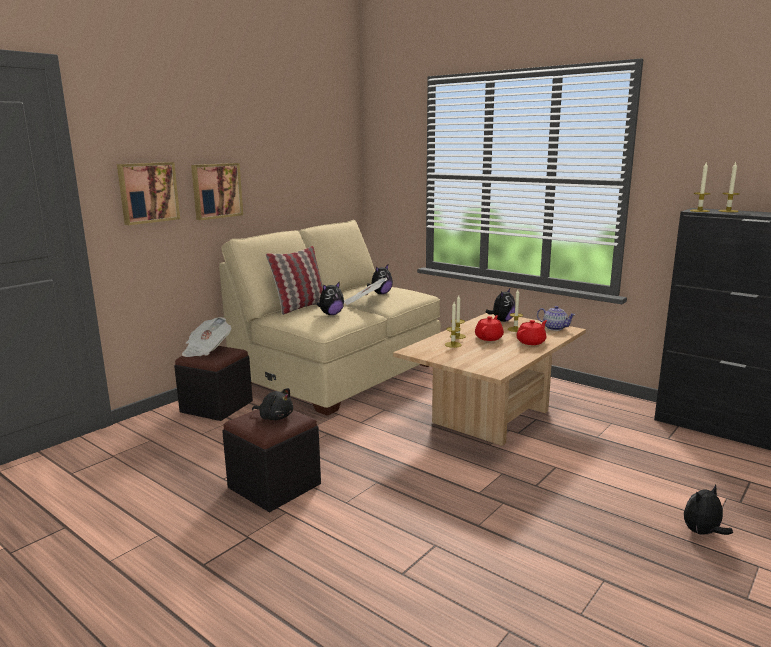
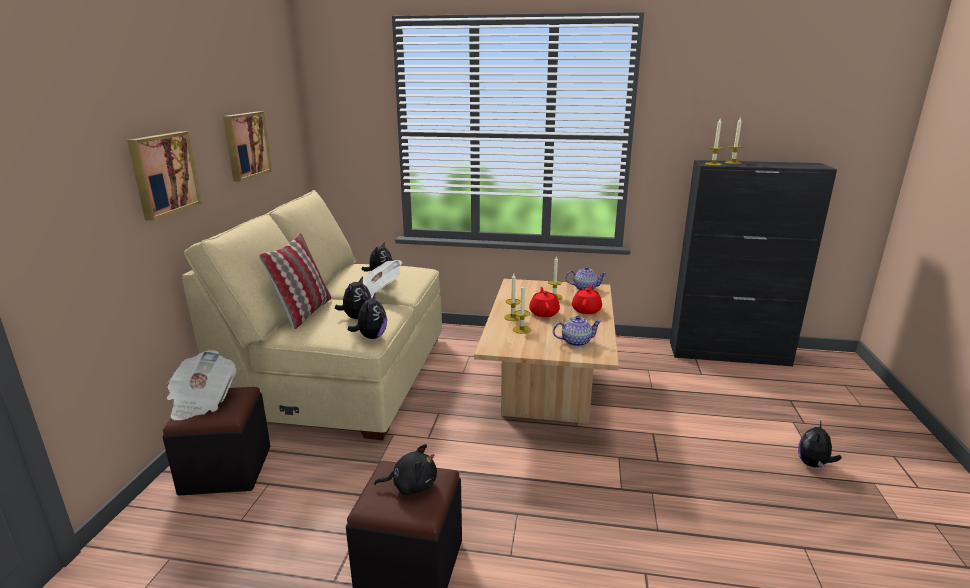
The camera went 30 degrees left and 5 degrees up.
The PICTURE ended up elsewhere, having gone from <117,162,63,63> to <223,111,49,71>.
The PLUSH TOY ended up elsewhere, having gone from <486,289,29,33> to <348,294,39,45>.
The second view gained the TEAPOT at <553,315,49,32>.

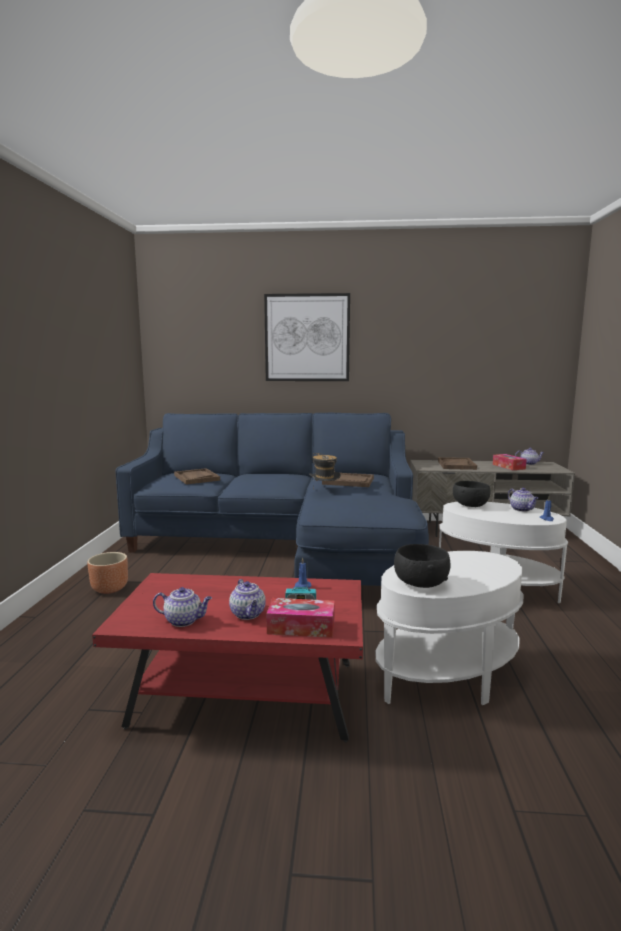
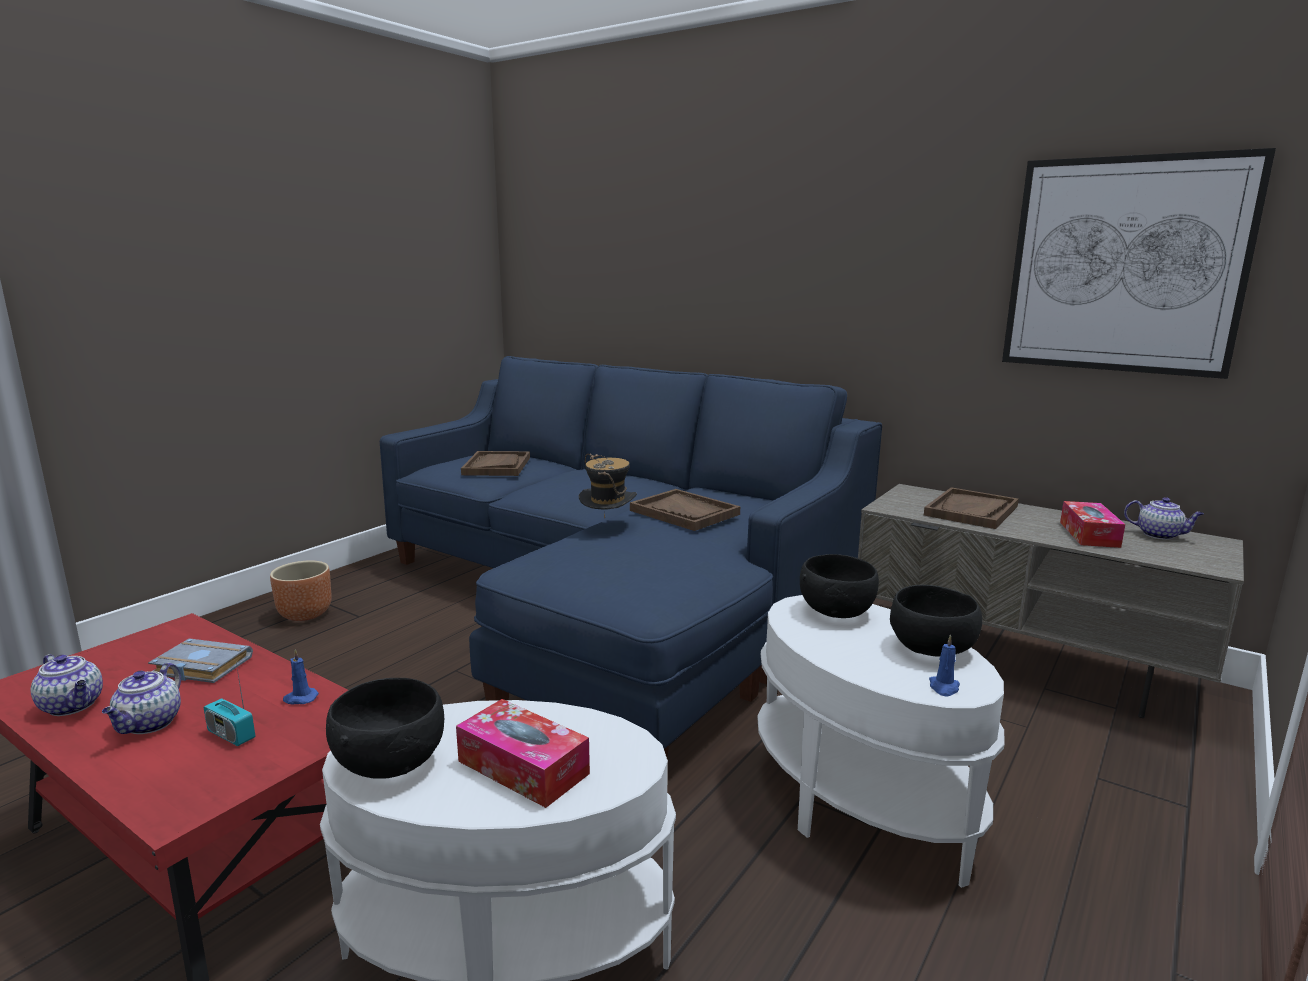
The camera went 30 degrees right and 5 degrees up.
The PICTURE ended up elsewhere, having gone from <264,293,86,88> to <1002,148,274,231>.
Where the TEAPOT stood at <508,488,31,24>, the BLACK BOWL came to stand at <890,585,92,72>.
The TISSUE BOX ended up elsewhere, having gone from <266,598,69,40> to <456,699,134,109>.
The second view gained the GREY BOOK at <148,638,105,45>.

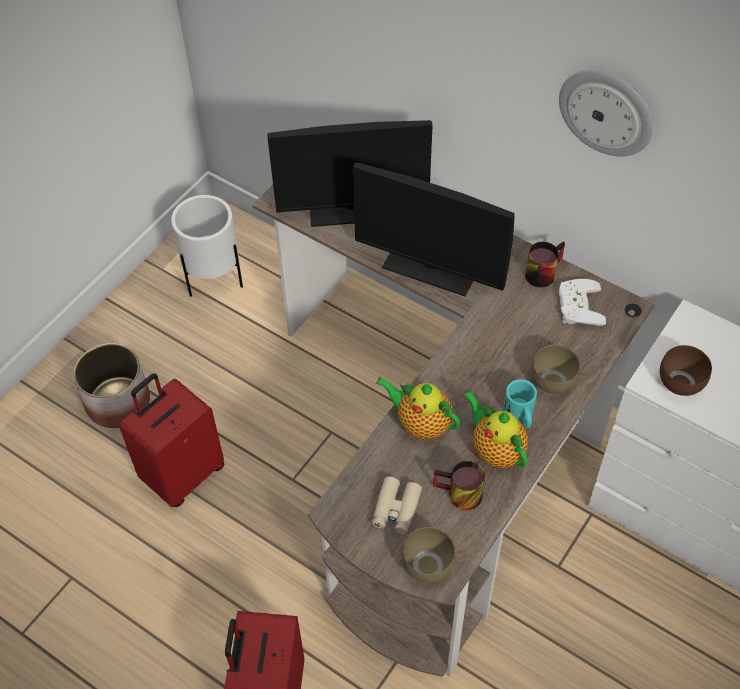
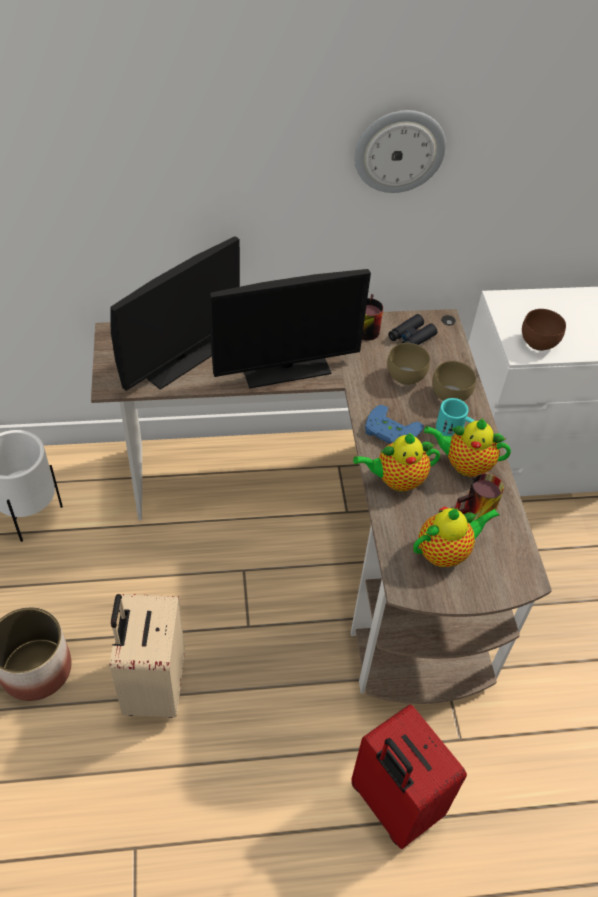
The camera went 45 degrees left and 5 degrees down.
Where the WHITE GAME CONTROLLER stood at <559,279,47,47>, the BLACK BINOCULARS came to stand at <388,314,49,31>.
What was the RED SUITCASE at <119,373,106,134> turned into the BEIGE SUITCASE at <110,594,75,124>.
Where the BEIGE BINOCULARS stood at <372,477,50,57>, the TEAPOT came to stand at <413,507,87,60>.
The BROWN BOWL ended up elsewhere, having gone from <402,527,53,56> to <387,343,43,42>.
The second view gained the BLUE GAME CONTROLLER at <365,405,59,39>.

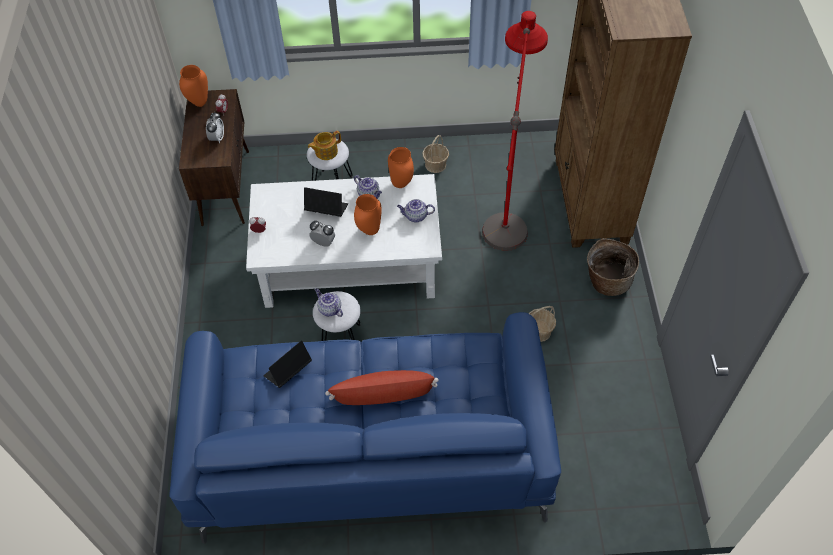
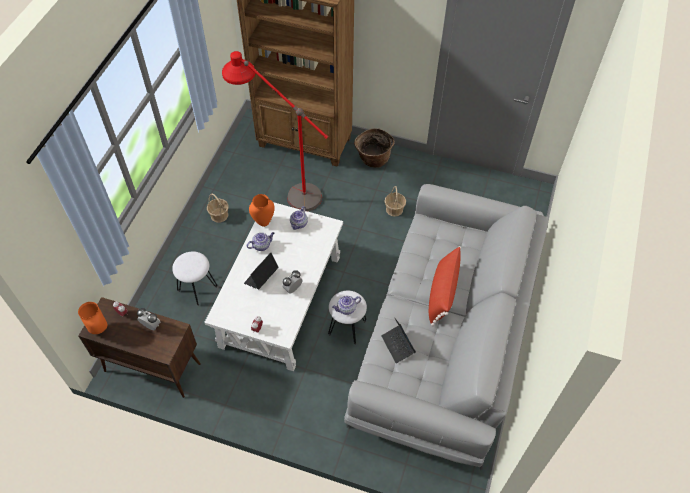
The camera went 70 degrees left and 0 degrees up.
The second view lost the TEAPOT at <308,131,33,29>.
The second view lost the ORANGE VASE at <354,194,28,41>.
What was the BLUE SOFA at <169,312,392,232> turned into the GREY SOFA at <344,184,205,286>.

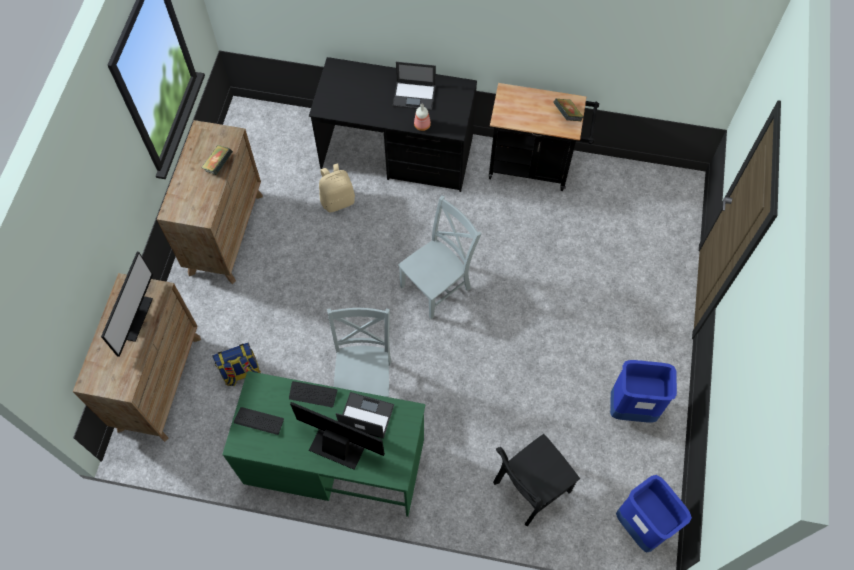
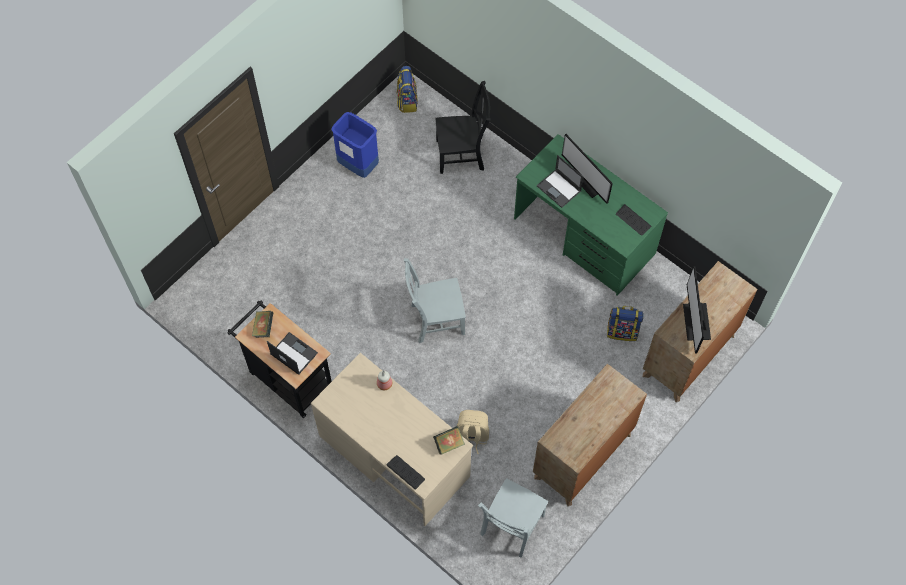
The camera went 150 degrees left and 0 degrees up.
What was the BLACK DESK at <309,57,168,135> turned into the BEIGE DESK at <311,353,162,173>.
The LAPTOP ended up elsewhere, having gone from <393,62,43,49> to <267,332,51,43>.
The BOOK ended up elsewhere, having gone from <202,145,31,30> to <433,426,32,29>.
The MONITOR at <101,252,52,105> ended up facing another way, 45 degrees counterclockwise from before.
The GREY CHAIR ended up elsewhere, having gone from <327,308,64,89> to <478,478,71,80>.
The KEYBOARD ended up elsewhere, having gone from <289,381,48,26> to <386,455,39,35>.
Where the BLUE TRASH CAN stood at <616,475,76,77>, the BACKPACK came to stand at <397,66,21,47>.

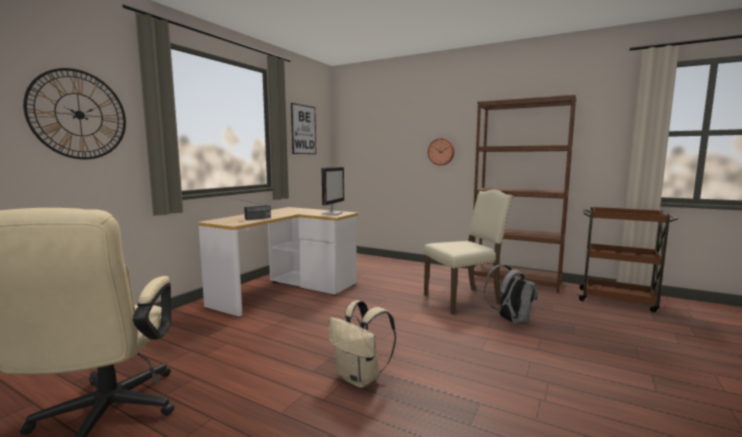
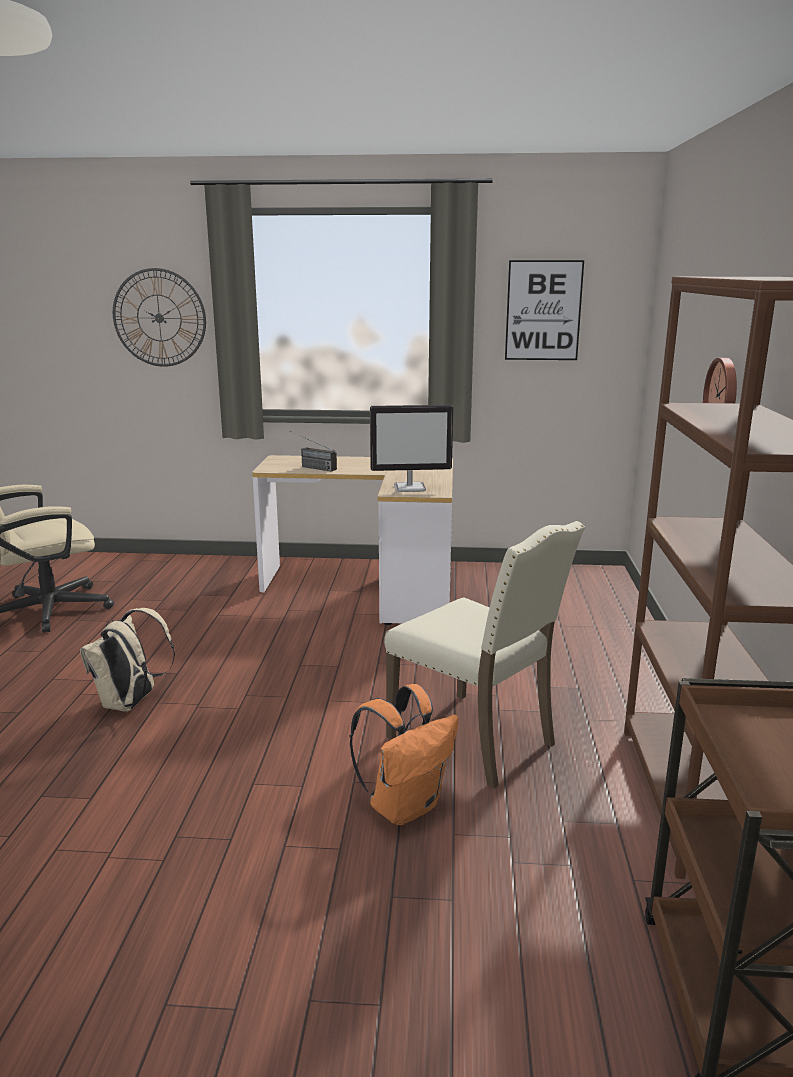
The camera went 65 degrees right and 10 degrees up.
What was the GREY BACKPACK at <484,264,53,60> turned into the ORANGE BACKPACK at <350,684,109,141>.

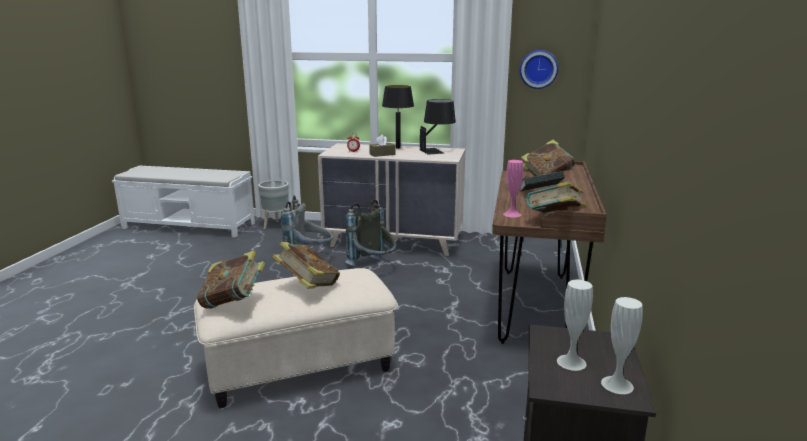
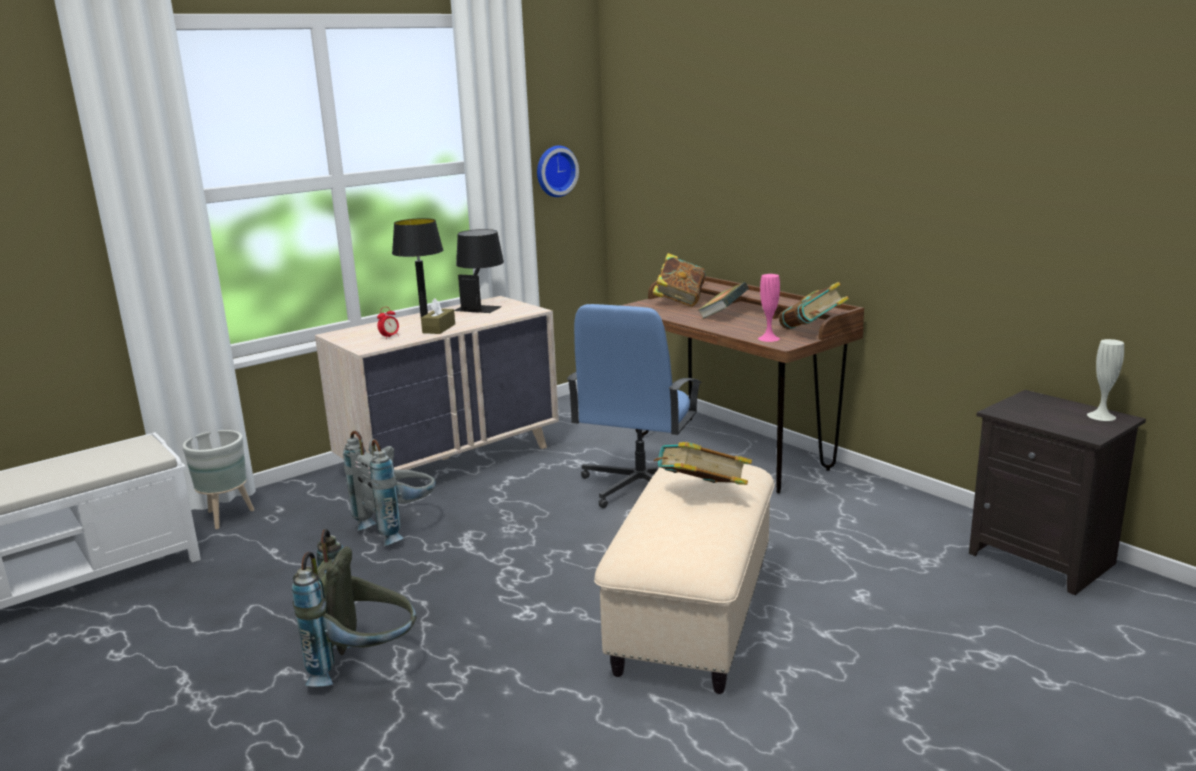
The camera went 50 degrees left and 0 degrees up.
The GREY BACKPACK ended up elsewhere, having gone from <345,199,52,67> to <292,529,124,158>.
The second view lost the BOOK at <197,251,68,58>.
The second view lost the WHITE VASE at <557,280,36,91>.
The second view gained the BLUE OFFICE CHAIR at <567,304,135,204>.

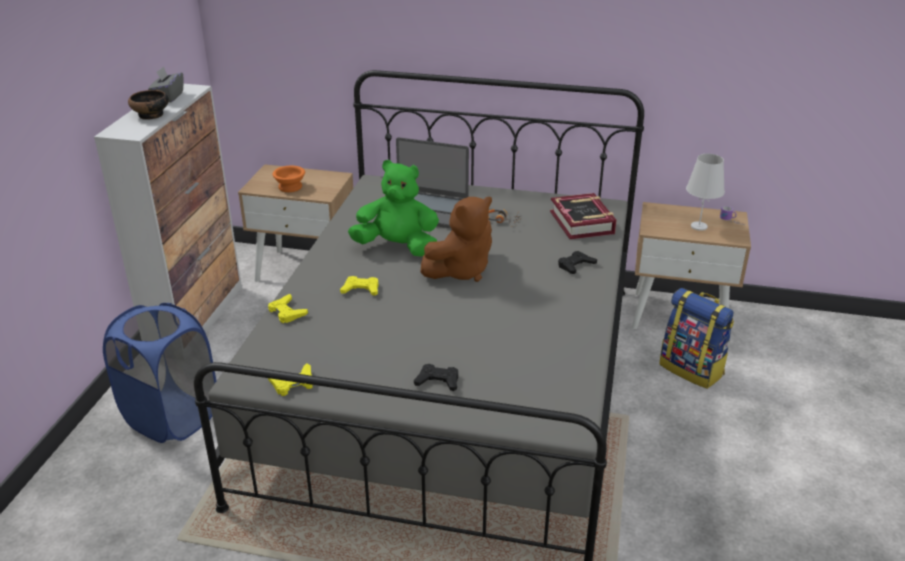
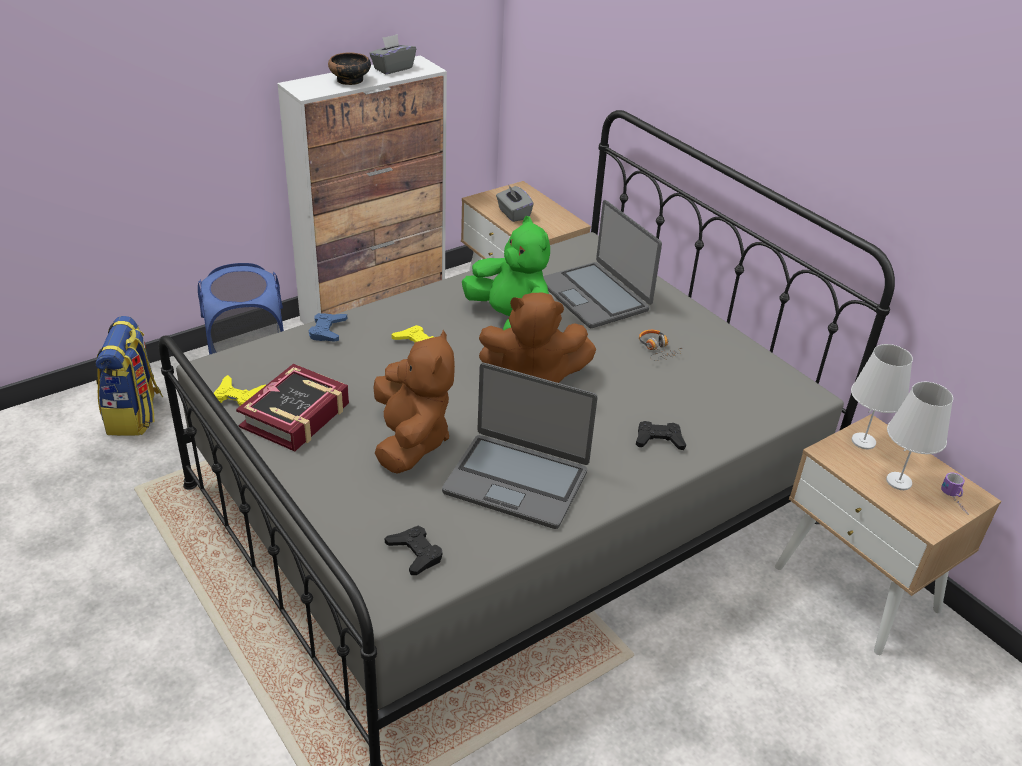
The camera went 40 degrees right and 5 degrees up.
Where the ORANGE BOWL stood at <272,165,33,27>, the GREY TISSUE BOX came to stand at <496,184,38,38>.
The BOOK ended up elsewhere, having gone from <550,193,67,47> to <236,364,113,88>.
The BACKPACK ended up elsewhere, having gone from <659,288,75,101> to <96,316,67,120>.
What was the YELLOW GAME CONTROLLER at <268,294,40,29> turned into the BLUE GAME CONTROLLER at <309,313,38,29>.
The BLACK GAME CONTROLLER ended up elsewhere, having gone from <414,364,44,27> to <385,526,58,49>.
The second view gained the BROWN PLUSH TOY at <373,330,82,144>.
The second view gained the WHITE TABLE LAMP at <851,344,62,106>.
The second view gained the LAPTOP at <442,363,155,166>.

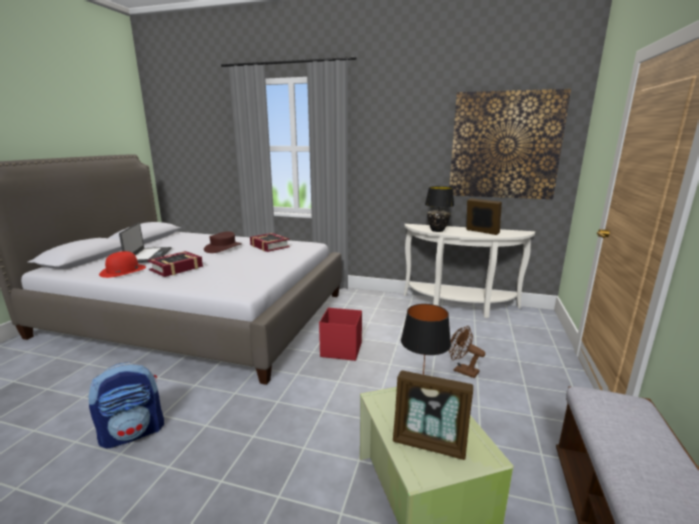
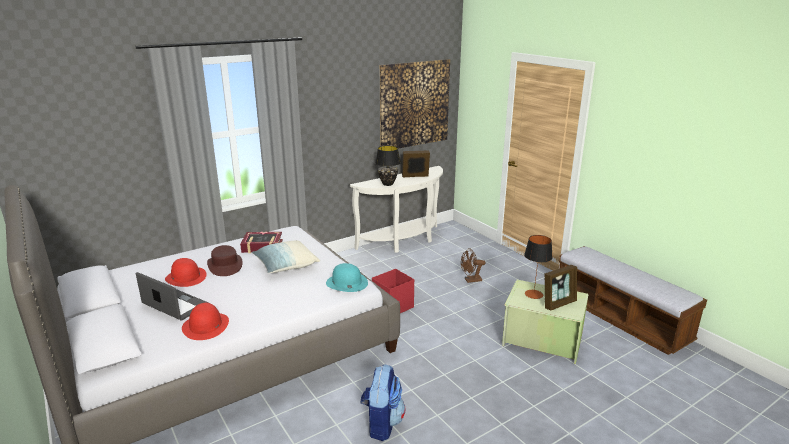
The camera went 50 degrees left and 5 degrees up.
The second view lost the BOOK at <147,251,56,26>.
The second view gained the PILLOW at <252,241,68,33>.
The second view gained the RED HAT at <165,258,42,29>.
The second view gained the TURQUOISE HAT at <326,263,42,29>.

